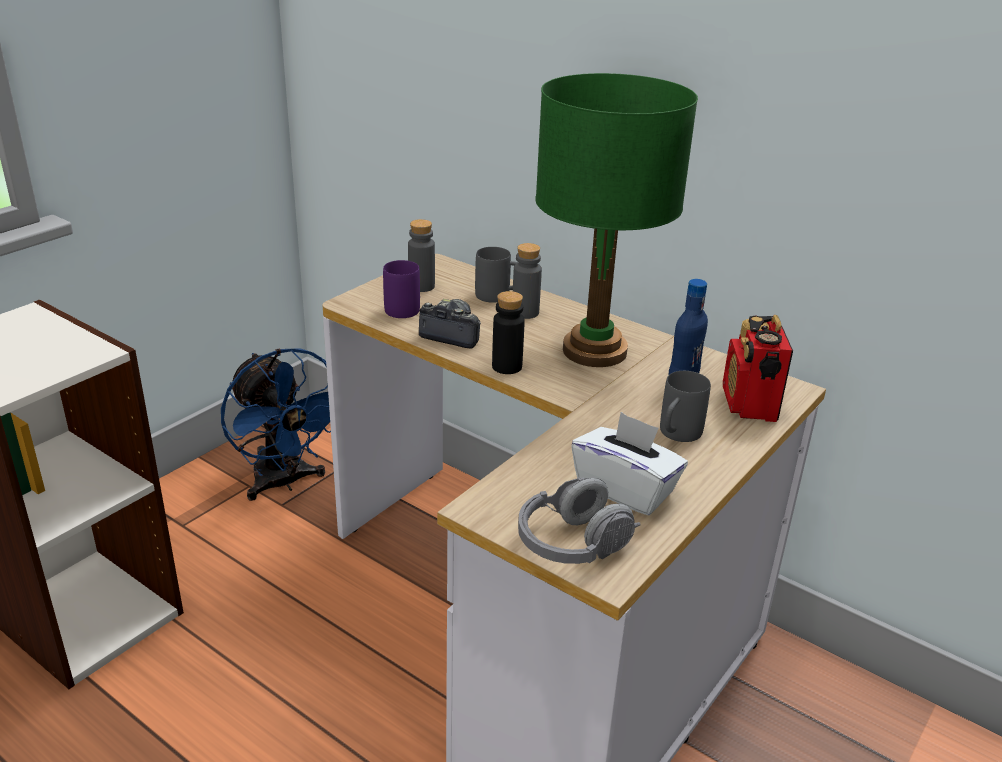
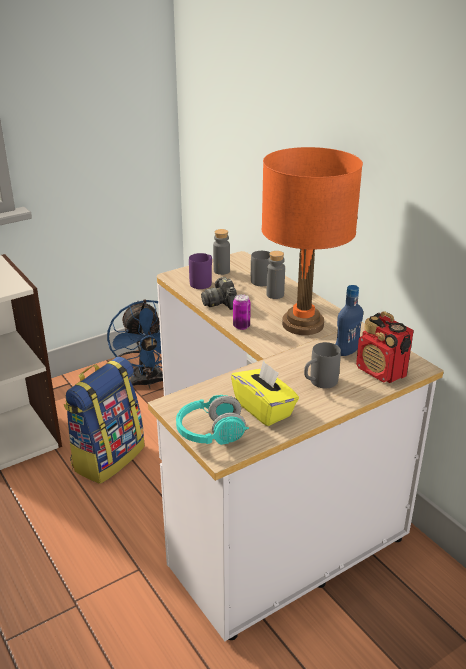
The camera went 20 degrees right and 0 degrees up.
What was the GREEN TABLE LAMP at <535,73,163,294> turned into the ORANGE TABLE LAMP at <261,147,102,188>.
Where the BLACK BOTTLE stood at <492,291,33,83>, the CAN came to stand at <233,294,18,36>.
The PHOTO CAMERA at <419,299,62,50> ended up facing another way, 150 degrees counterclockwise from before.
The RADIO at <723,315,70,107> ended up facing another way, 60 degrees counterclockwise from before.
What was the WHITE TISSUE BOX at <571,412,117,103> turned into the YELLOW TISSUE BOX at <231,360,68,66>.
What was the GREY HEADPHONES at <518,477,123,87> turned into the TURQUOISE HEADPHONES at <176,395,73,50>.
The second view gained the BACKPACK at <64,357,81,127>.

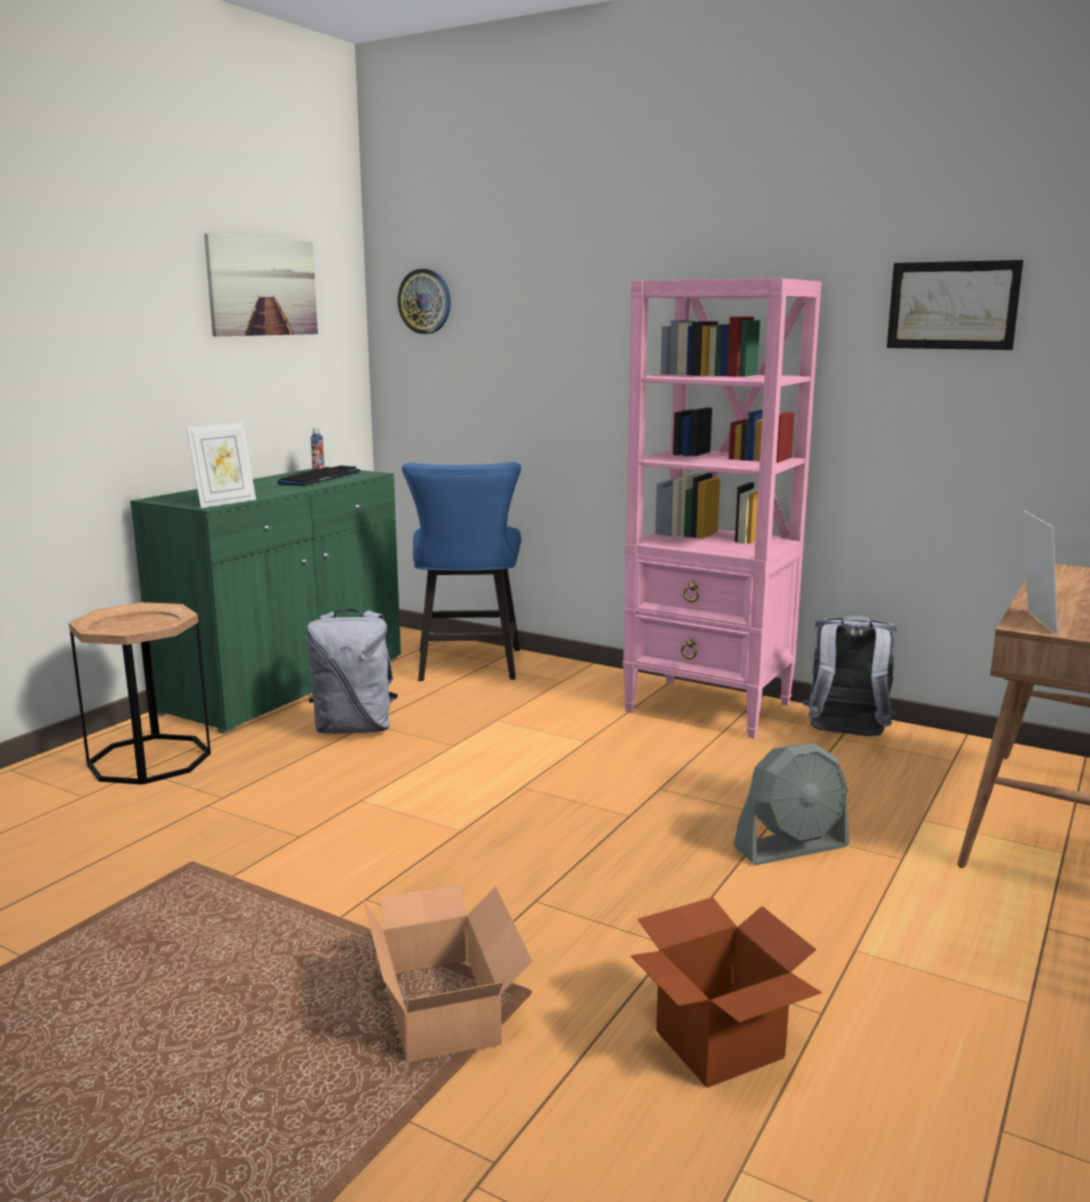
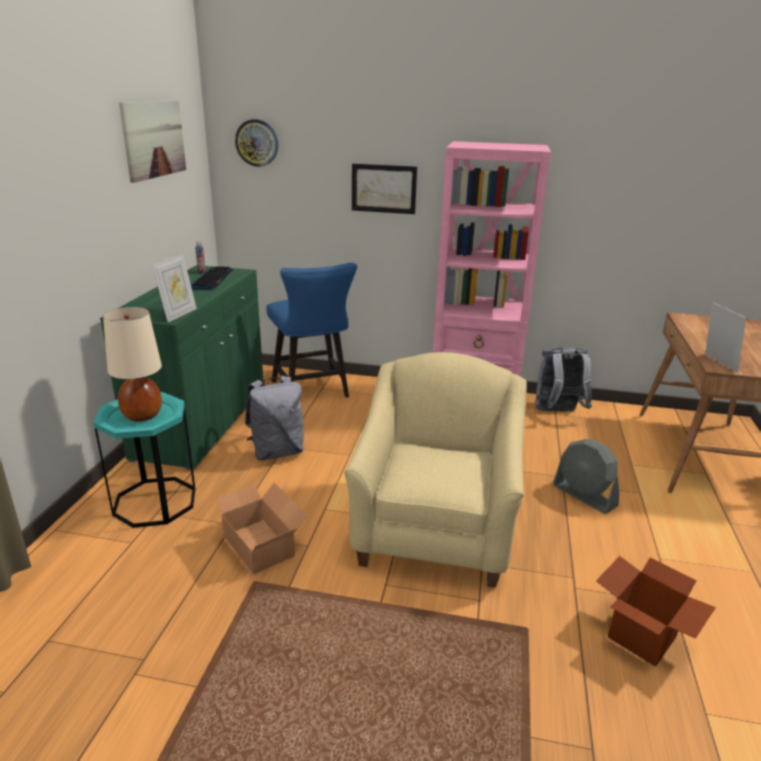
The camera went 20 degrees left and 10 degrees up.
The PICTURE ended up elsewhere, having gone from <887,260,136,90> to <352,164,65,50>.
What was the BROWN SIDE TABLE at <69,602,142,183> turned into the TURQUOISE SIDE TABLE at <93,392,103,136>.
The GREY FAN at <733,743,117,122> ended up facing another way, 90 degrees clockwise from before.
The CARDBOARD BOX ended up elsewhere, having gone from <363,885,170,178> to <213,482,94,92>.
The second view gained the BEIGE TABLE LAMP at <103,307,59,114>.
The second view gained the BEIGE ARMCHAIR at <344,352,183,236>.

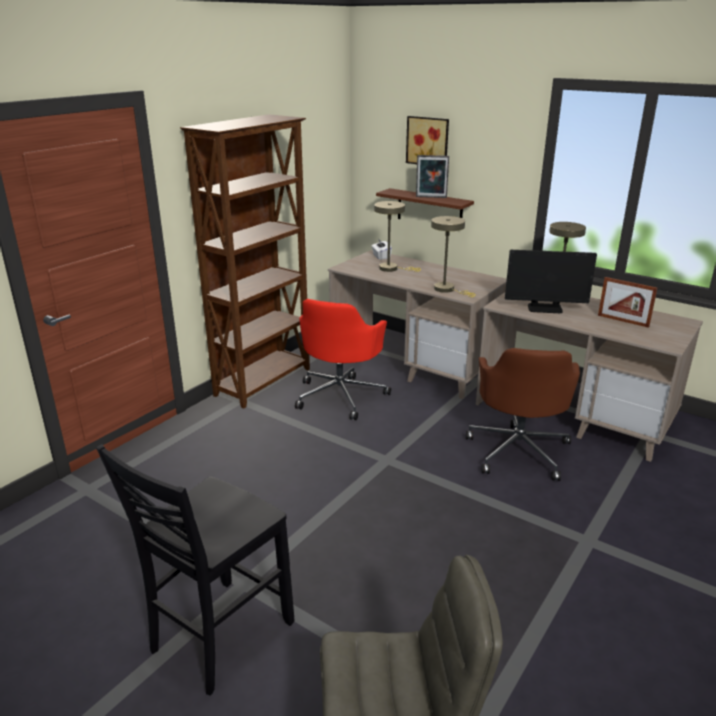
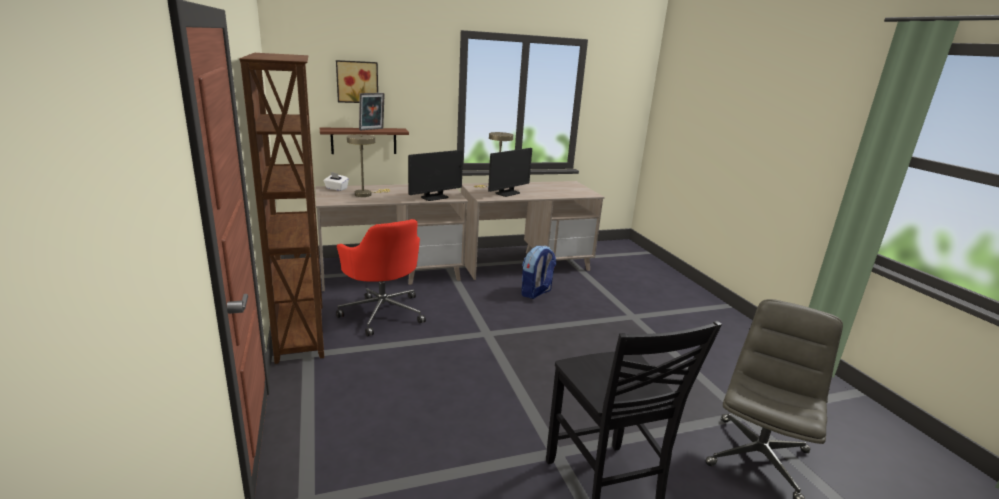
The camera went 55 degrees left and 5 degrees down.
Where the BEIGE TABLE LAMP stood at <431,216,45,81>, the MONITOR came to stand at <408,150,55,51>.
The second view lost the PICTURE FRAME at <598,277,59,51>.
Where the BROWN OFFICE CHAIR stood at <466,348,114,133>, the BACKPACK came to stand at <521,246,35,53>.

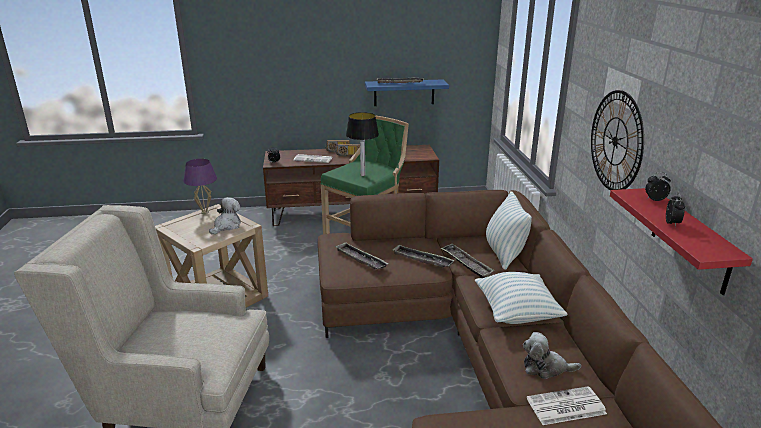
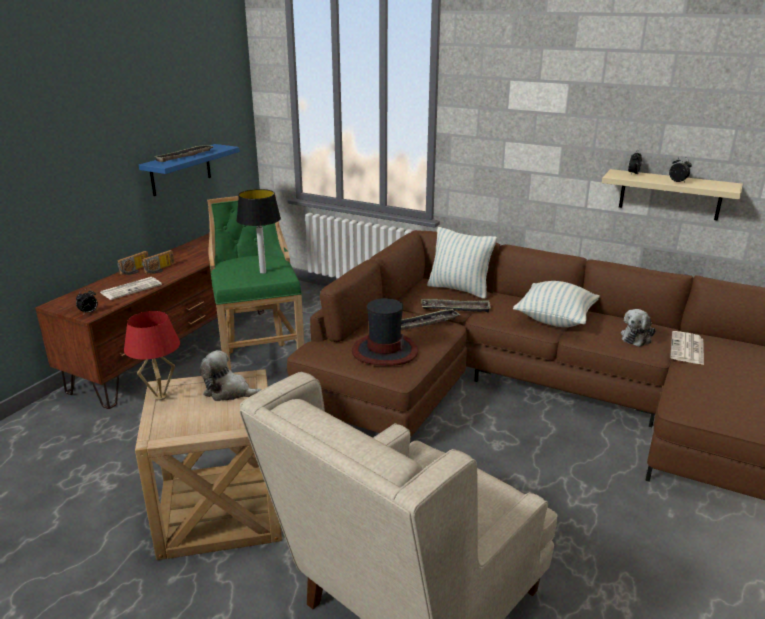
The camera went 55 degrees left and 0 degrees up.
The second view lost the WALL CLOCK at <591,90,53,100>.
What was the PURPLE TABLE LAMP at <183,159,34,55> turned into the RED TABLE LAMP at <124,311,56,89>.
What was the RED SHELF at <610,188,143,107> turned into the BEIGE SHELF at <602,169,141,51>.
The PLUSH TOY at <209,197,32,38> ended up facing another way, 45 degrees counterclockwise from before.
Where the TRAY stood at <335,242,53,27>, the HAT came to stand at <352,298,66,68>.

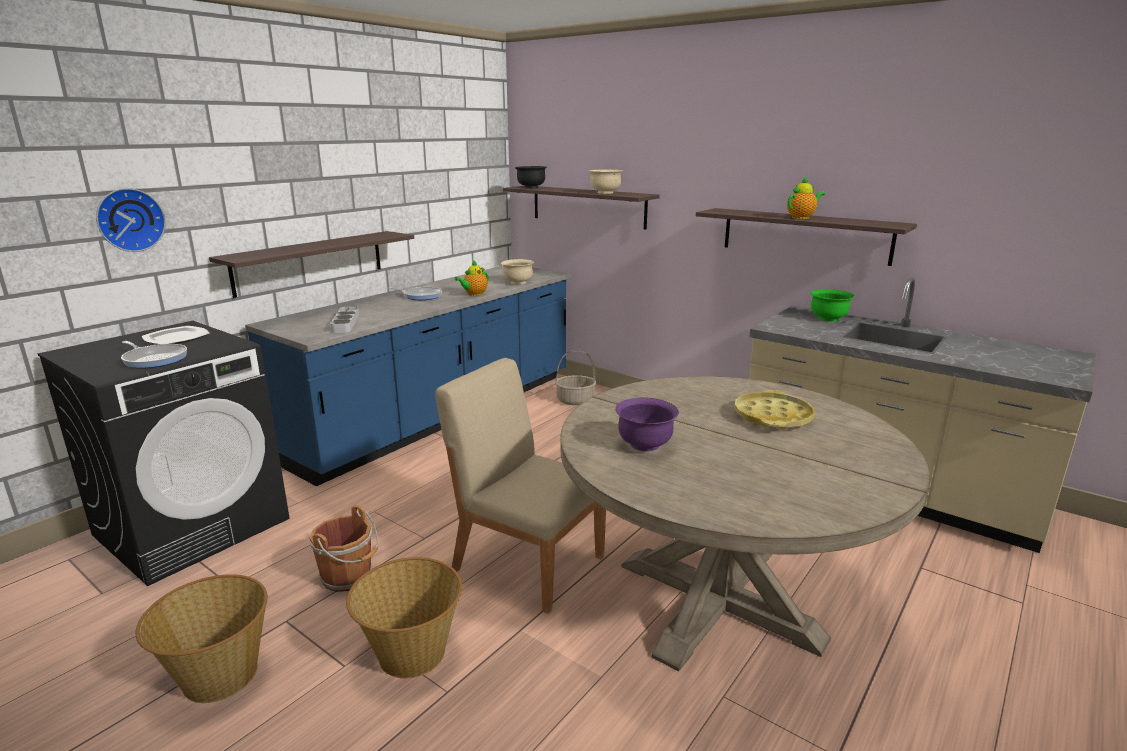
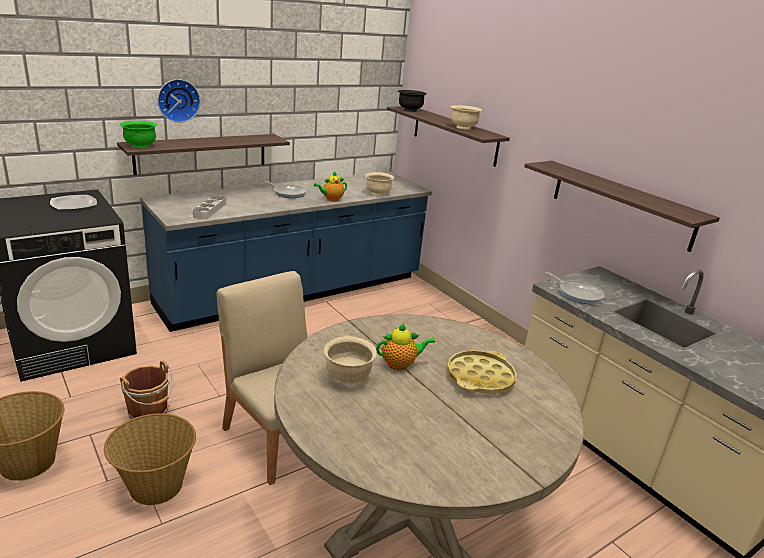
The camera went 15 degrees right and 5 degrees up.
The TEAPOT ended up elsewhere, having gone from <787,177,38,42> to <376,323,59,48>.
The WALL CLOCK ended up elsewhere, having gone from <96,188,70,64> to <158,79,42,44>.
The GREEN BOWL ended up elsewhere, having gone from <810,289,45,33> to <120,121,37,27>.
The FRYING PAN ended up elsewhere, having gone from <121,341,66,27> to <546,272,59,32>.
The second view lost the BASKET at <555,350,41,55>.
What was the PURPLE BOWL at <616,397,63,54> turned into the BEIGE BOWL at <324,336,53,49>.

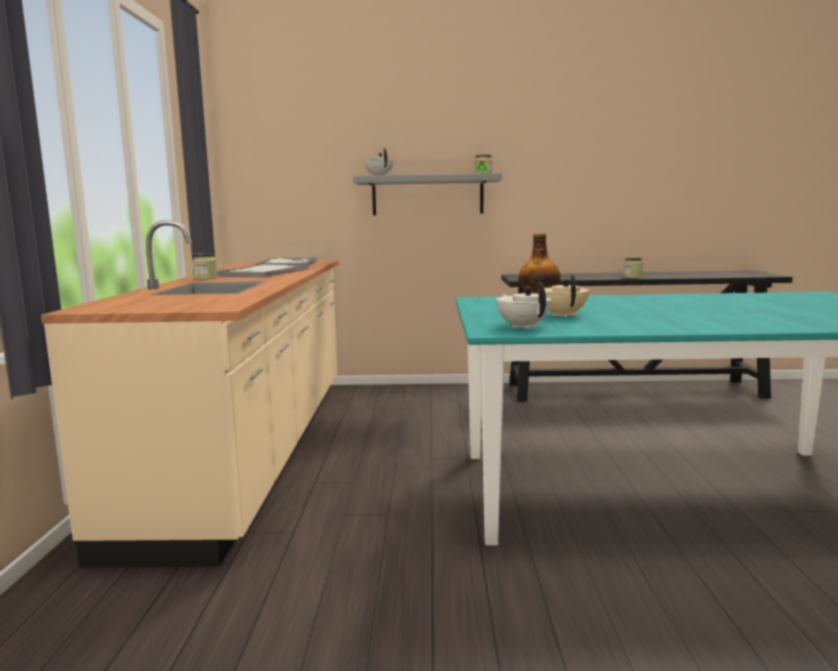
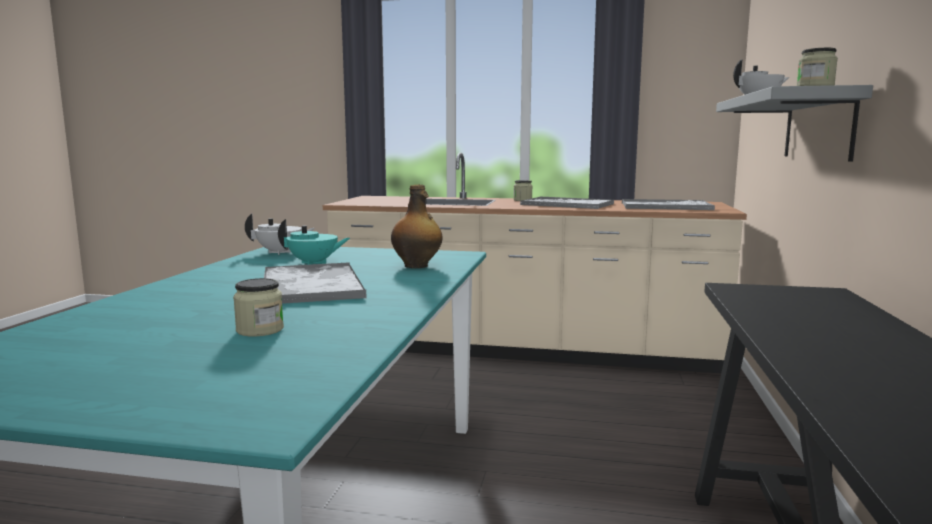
The camera went 100 degrees right and 0 degrees up.
The JAR ended up elsewhere, having gone from <623,257,20,21> to <233,278,51,58>.
What was the BEIGE TEAPOT at <544,275,45,42> turned into the TURQUOISE TEAPOT at <278,219,72,46>.
The second view gained the TRAY at <264,262,103,42>.

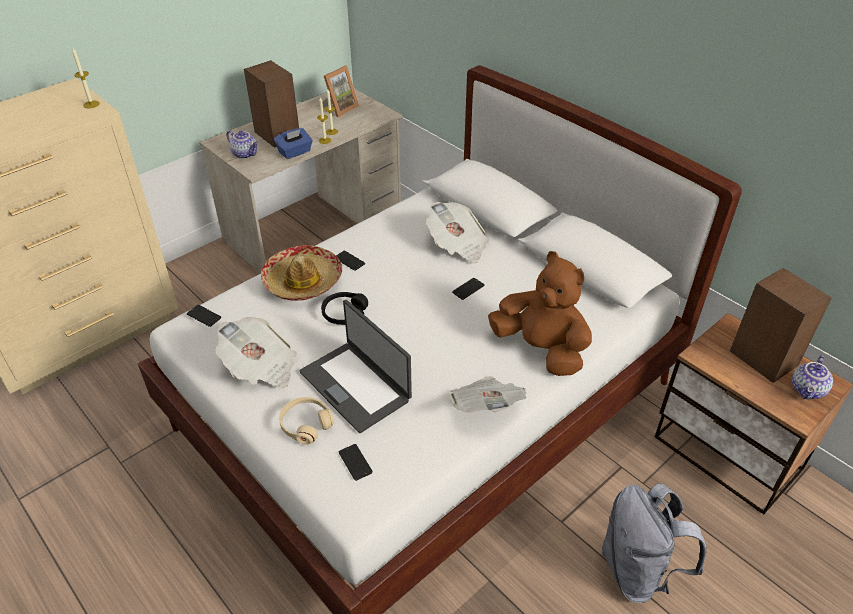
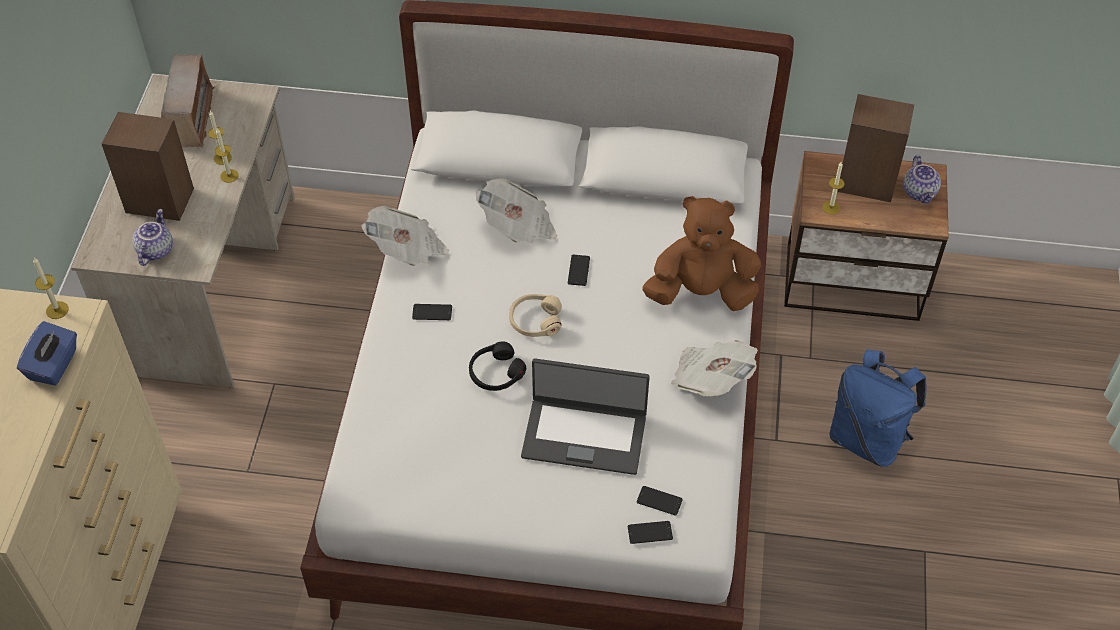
The camera went 40 degrees left and 10 degrees up.
Where the PICTURE FRAME stood at <322,66,37,51>, the RADIO came to stand at <161,53,54,95>.
The BLUE TISSUE BOX ended up elsewhere, having gone from <274,128,39,31> to <17,321,60,65>.
The TEAPOT at <227,130,31,29> ended up facing another way, 75 degrees counterclockwise from before.
The second view lost the HAT at <261,245,81,56>.
The PHONE ended up elsewhere, having gone from <187,305,34,22> to <628,521,45,23>.
The NEWSPAPER ended up elsewhere, having gone from <215,317,82,71> to <361,206,88,60>.
The BEIGE HEADPHONES ended up elsewhere, having gone from <279,397,55,48> to <509,294,53,43>.
What was the GREY BACKPACK at <601,483,106,120> turned into the BLUE BACKPACK at <829,350,97,117>.
The second view gained the CANDLE at <822,161,22,53>.

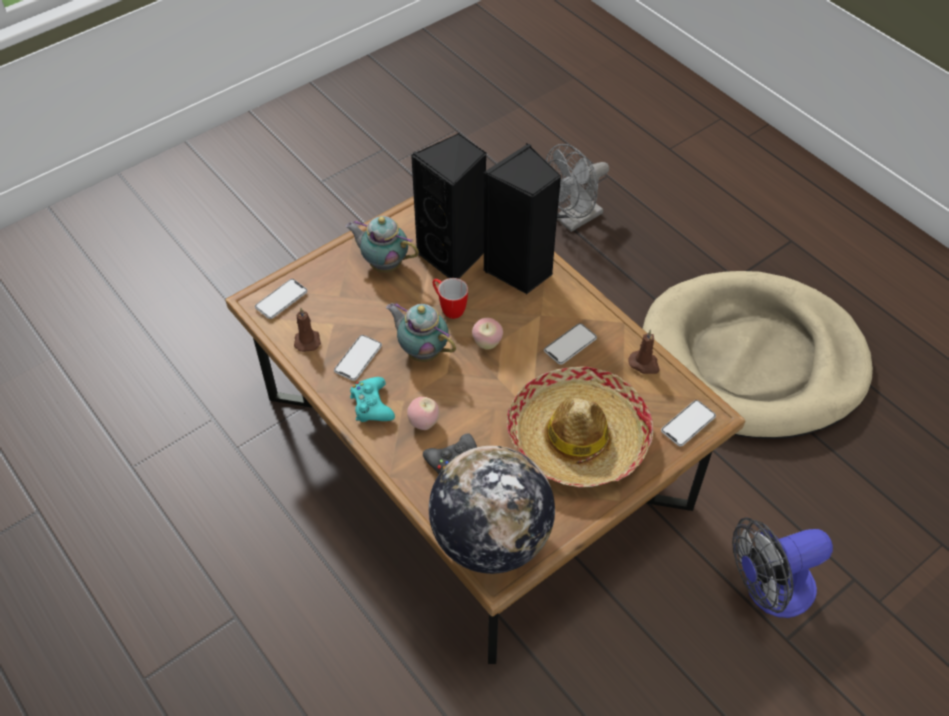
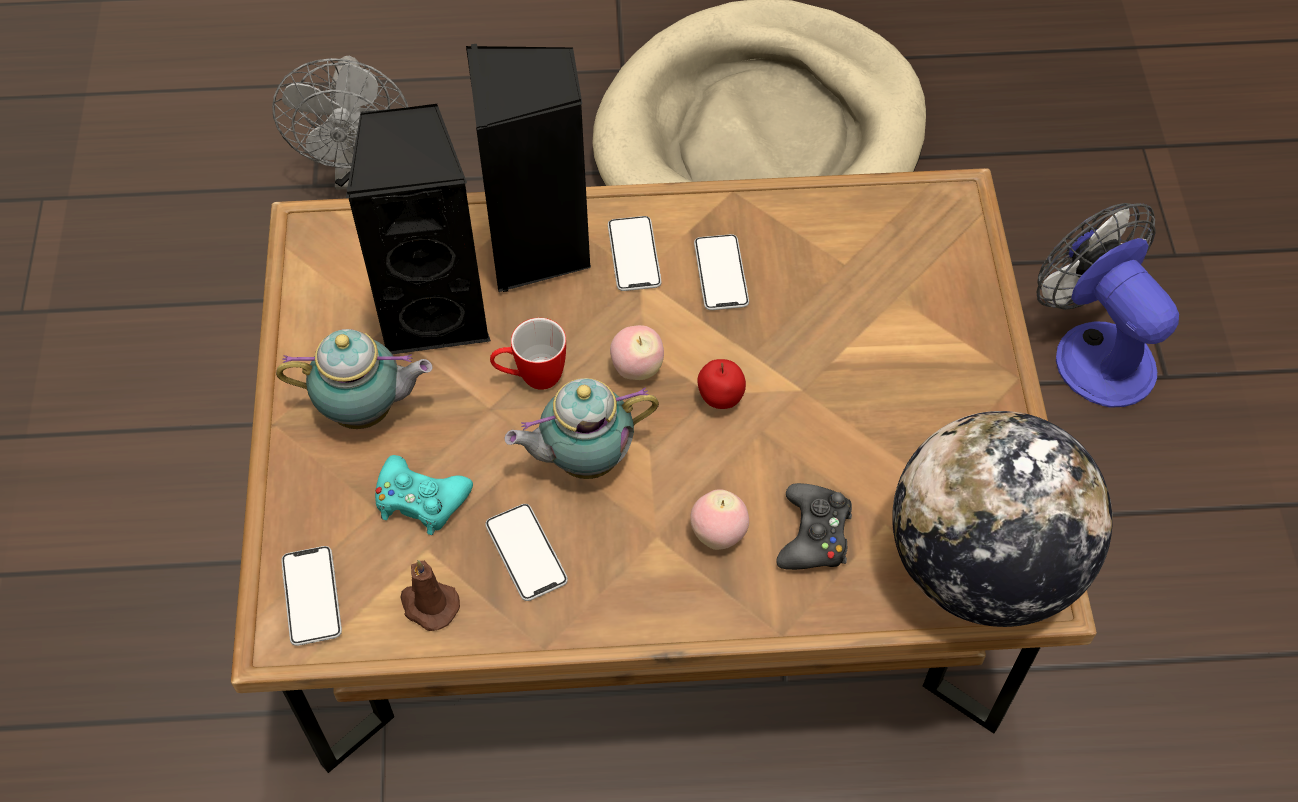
The camera went 55 degrees left and 5 degrees up.
The TEAPOT at <345,216,74,56> ended up facing another way, 150 degrees counterclockwise from before.
The second view lost the BROWN CANDLE at <628,330,32,44>.
The second view lost the HAT at <507,367,147,120>.
The TURQUOISE GAME CONTROLLER ended up elsewhere, having gone from <350,377,45,45> to <375,455,98,80>.
The PHONE ended up elsewhere, having gone from <661,400,55,46> to <608,216,54,75>.
The FAN at <732,517,101,101> ended up facing another way, 135 degrees clockwise from before.
The second view gained the APPLE at <697,359,49,50>.

